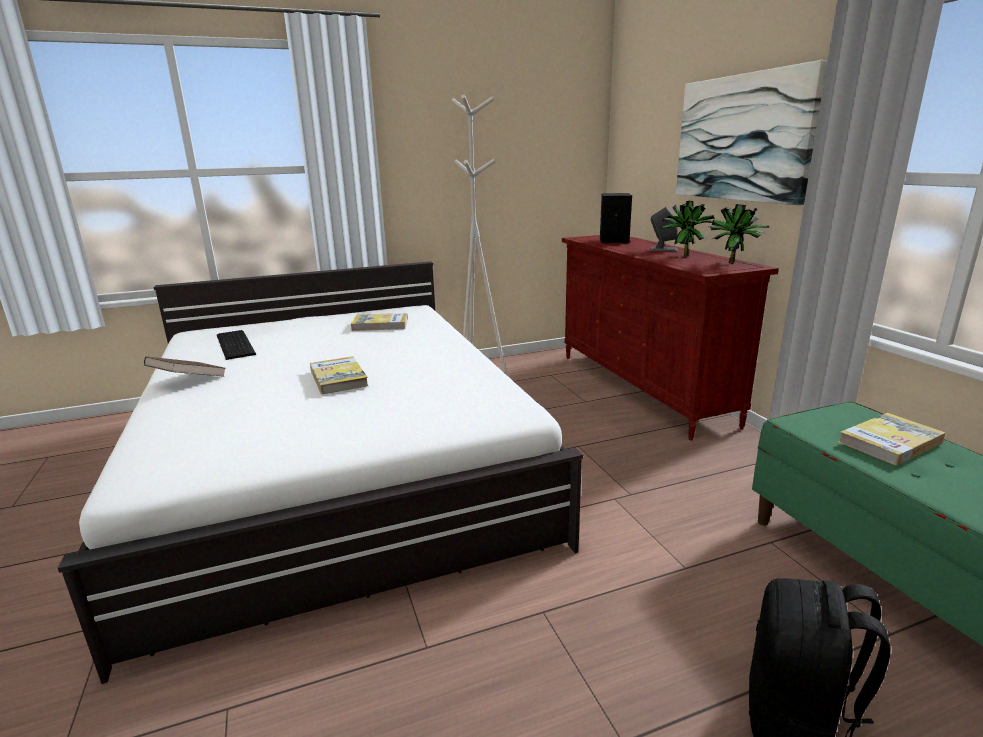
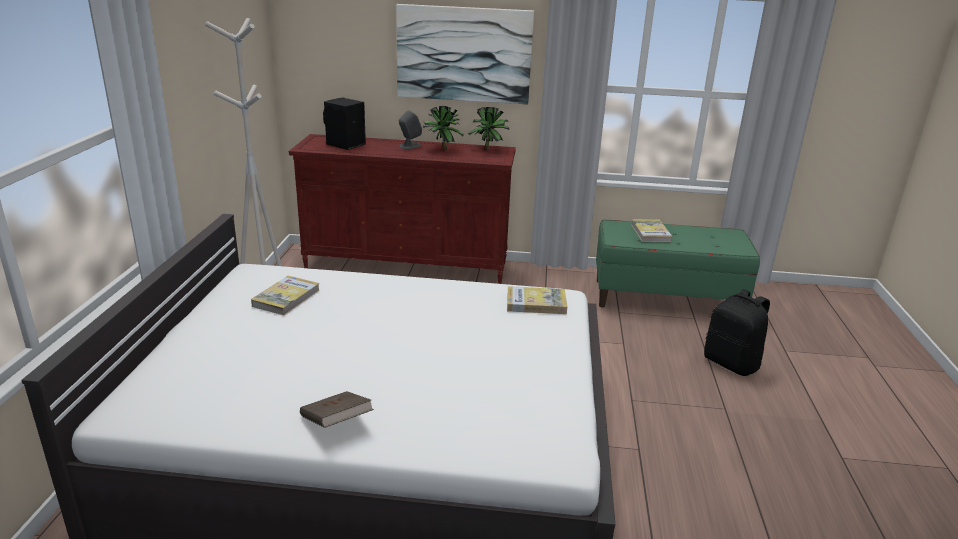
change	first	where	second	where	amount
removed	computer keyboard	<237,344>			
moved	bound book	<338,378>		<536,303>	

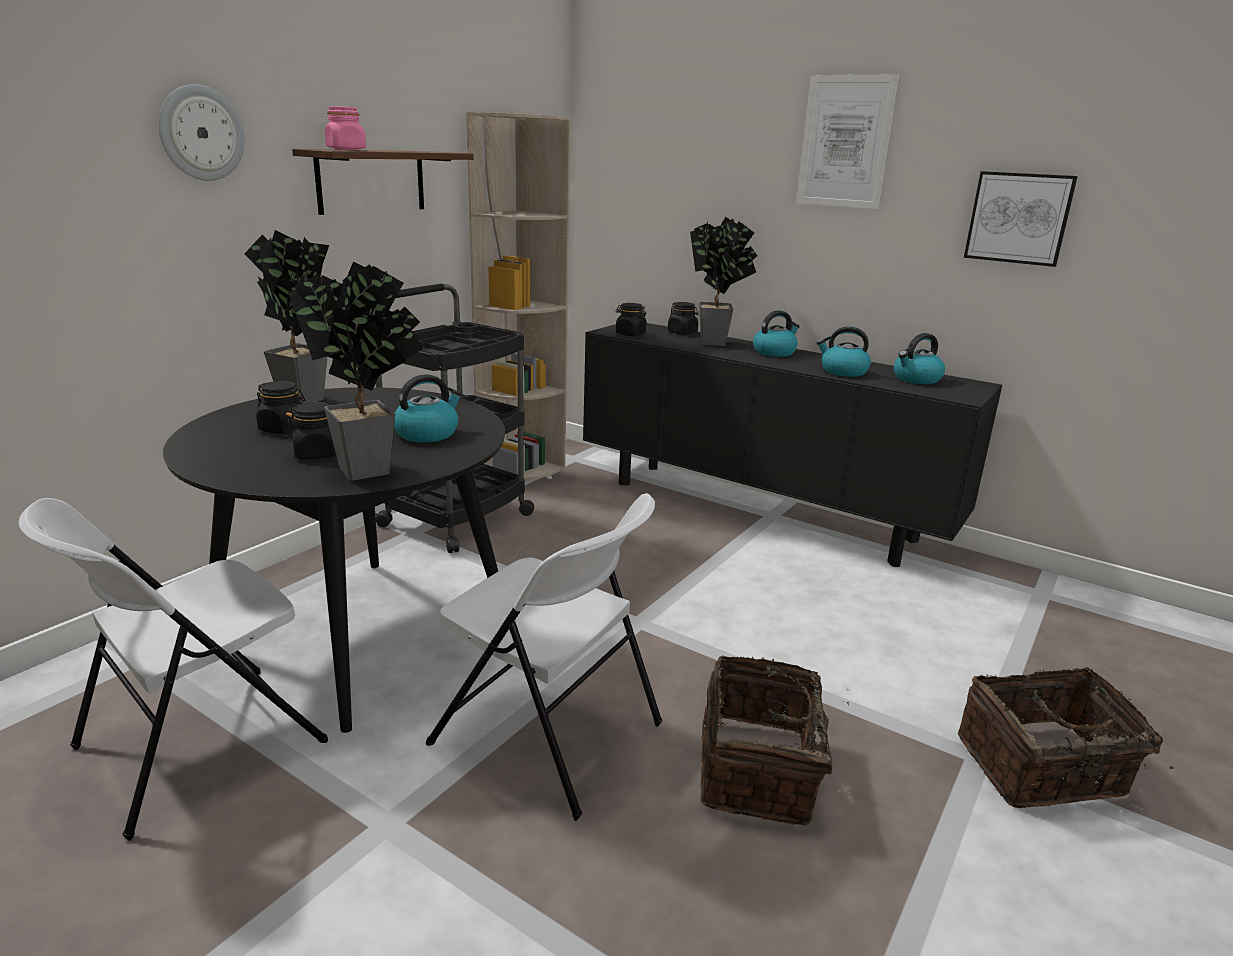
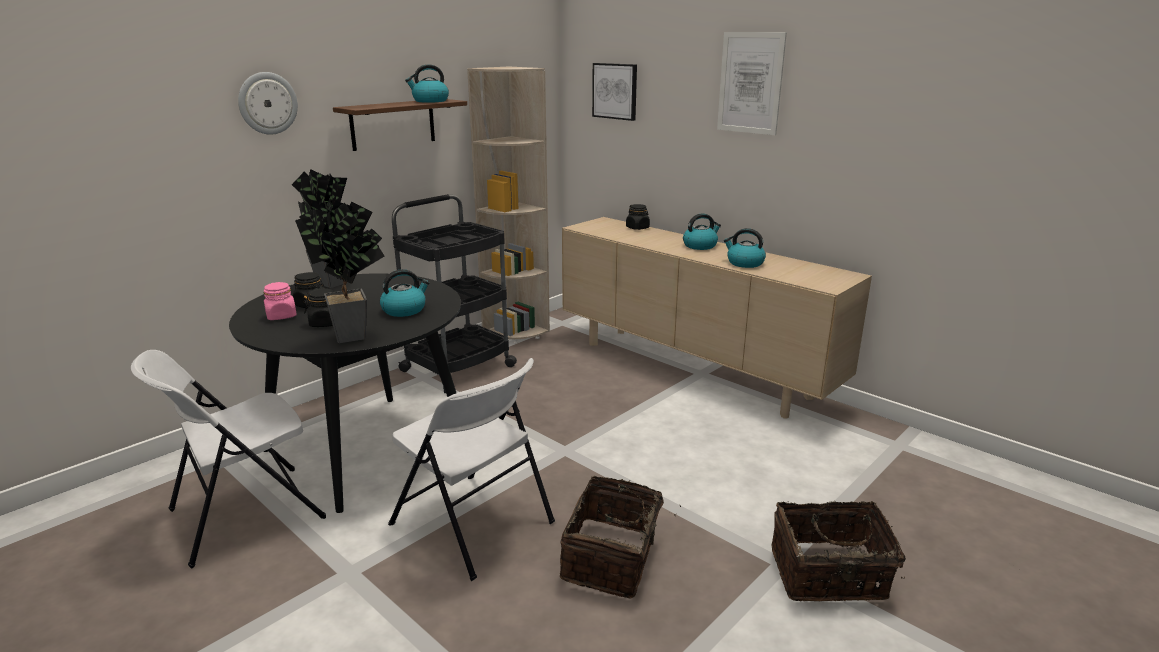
change	first	where	second	where	amount
moved	jar (pink-coloured)	<346,149>		<281,316>	
recoloured	cabinet (black)	<759,510>	cabinet (beige-coloured)	<693,368>	
removed	jar (black)	<630,334>			
removed	potted plant	<717,343>			
moved	tea kettle	<916,379>		<430,101>	
moved	wall picture	<1018,218>		<615,91>	

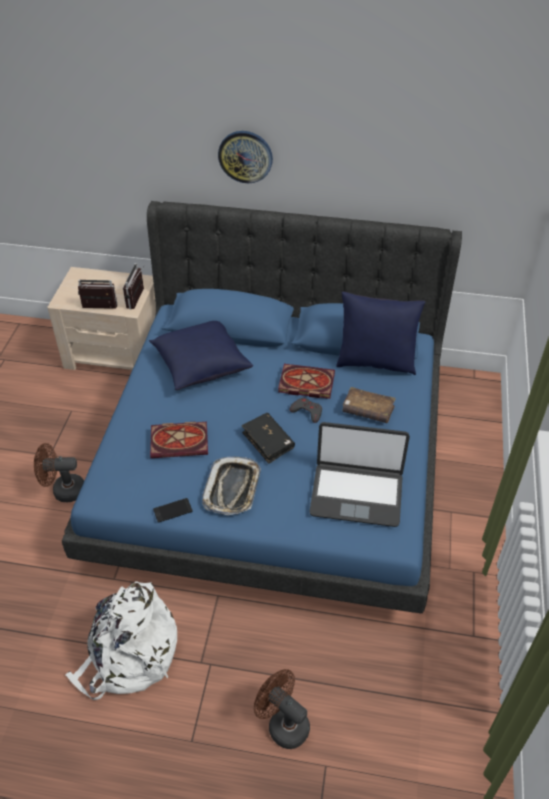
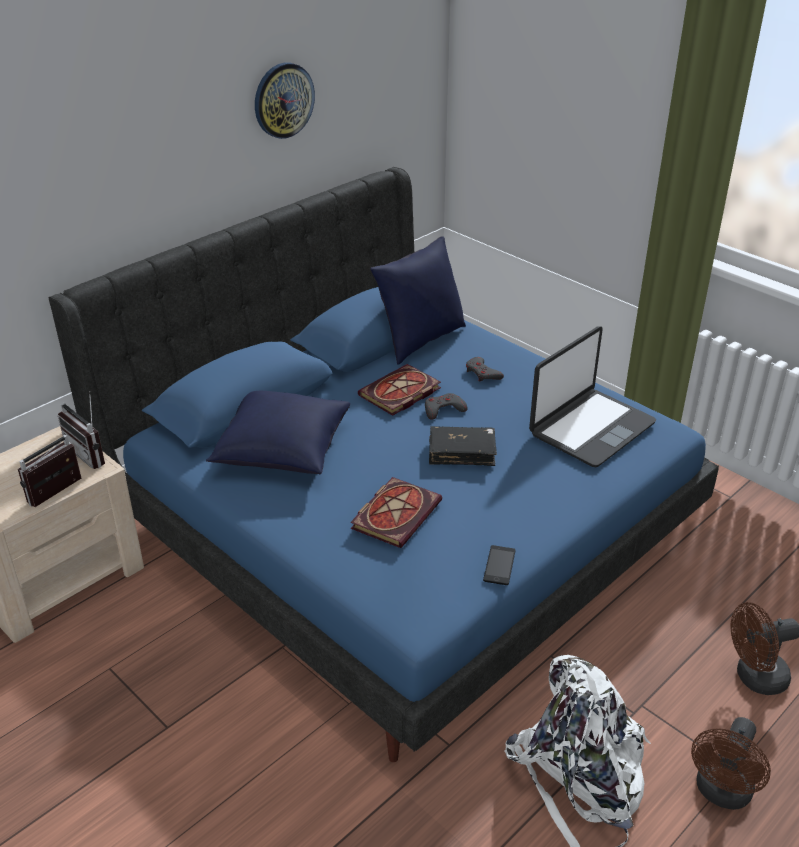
change	first	where	second	where	amount
moved	cooling fan (brown)	<63,490>		<721,793>	
removed	serving tray	<232,489>			
moved	clock on the wall	<245,156>		<283,100>	
replaced	bound book (brown)	<367,410>	joypad (greyish)	<482,373>	

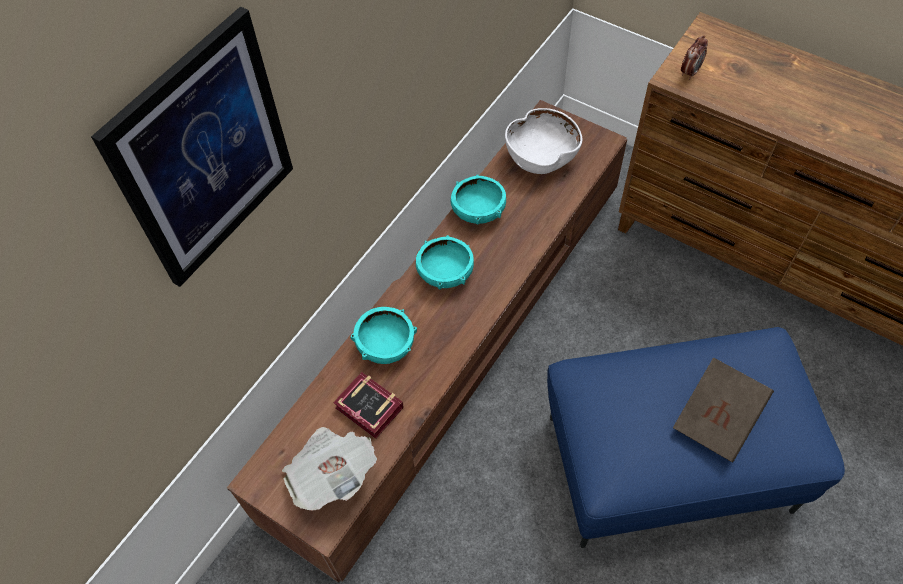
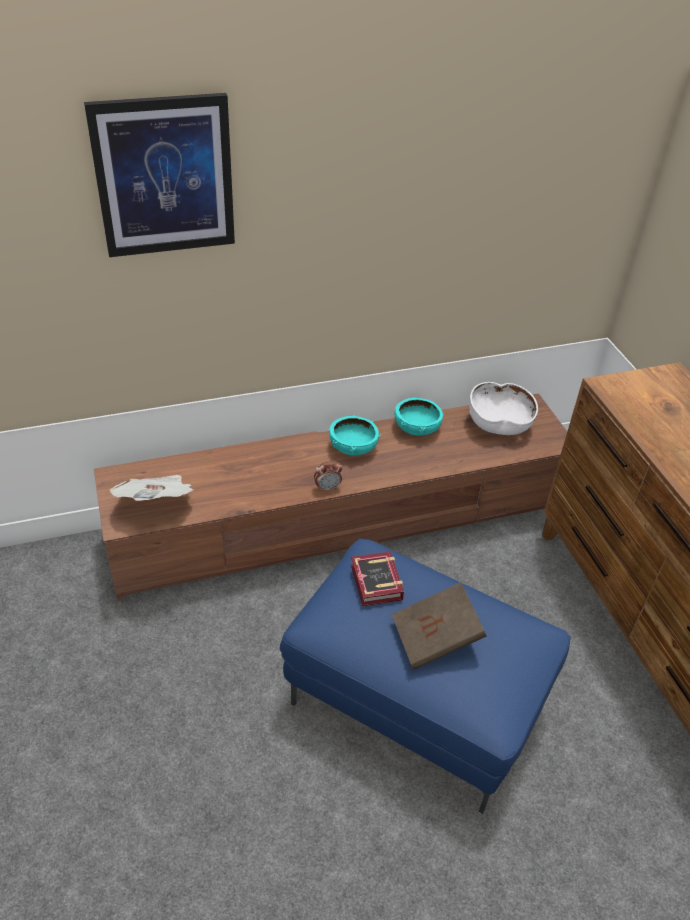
change	first	where	second	where	amount
moved	bound book	<370,410>		<375,585>	
removed	deep dish (blue-green)	<385,345>			
moved	bedside clock	<690,72>		<327,488>	

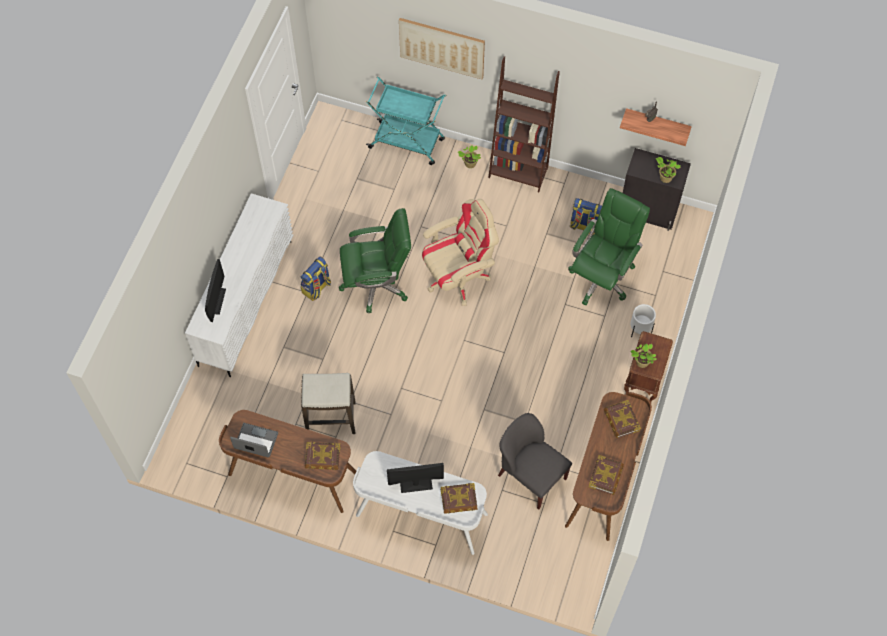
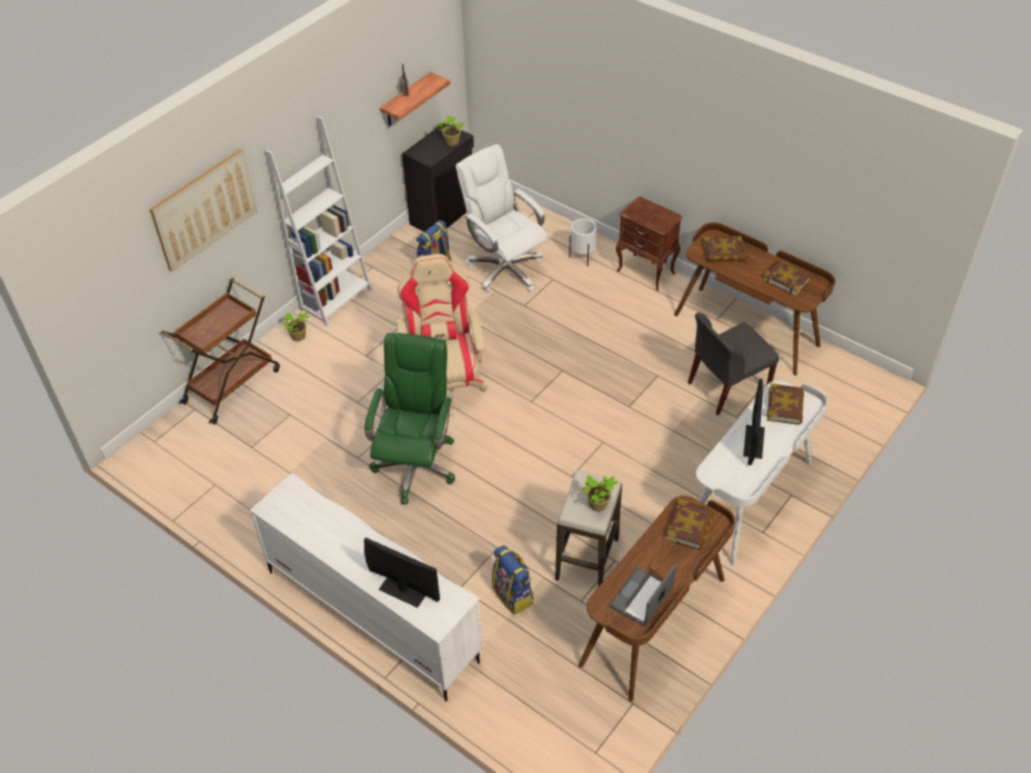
change	first	where	second	where	amount
moved	knapsack	<316,288>		<513,595>	
recoloured	cart (blue-green)	<406,144>	cart (brown)	<233,386>	
recoloured	shelving unit (brown)	<518,172>	shelving unit (white-coloured)	<335,299>	
recoloured	office chair (greenish)	<602,277>	office chair (white-coloured)	<504,269>	
moved	potted plant	<641,362>		<598,505>	

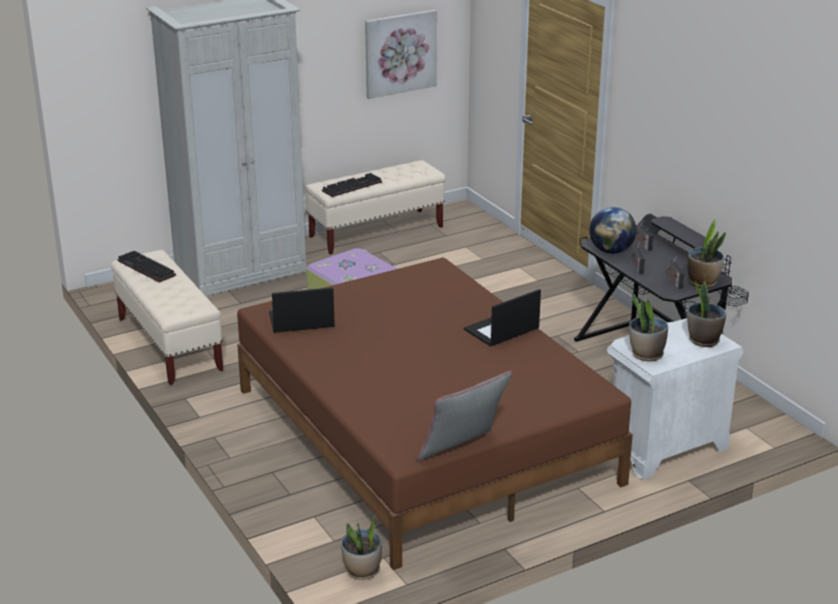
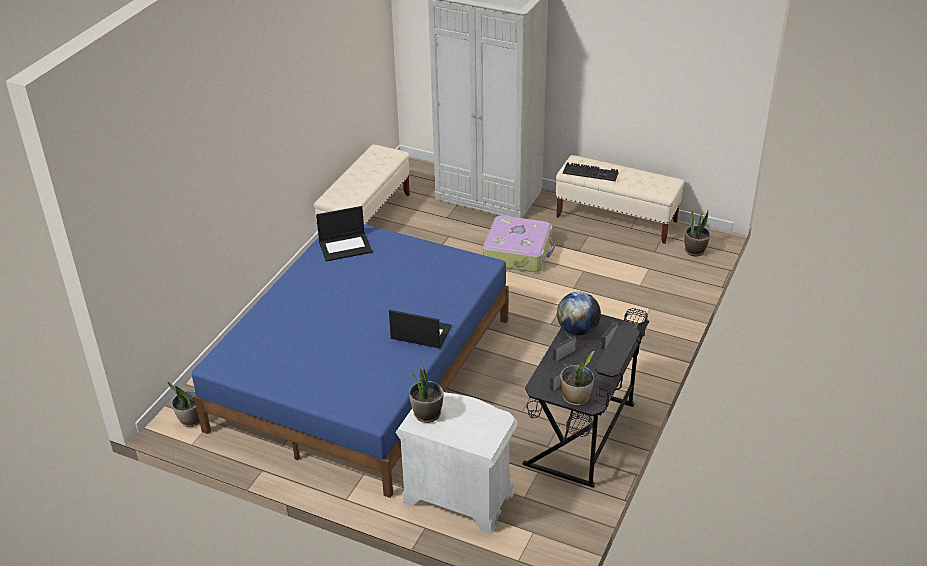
change	first	where	second	where	amount
removed	computer keyboard	<144,268>			
recoloured	sleeping bed (brown)	<423,435>	sleeping bed (bluish)	<362,373>	
turned	notebook computer	<301,320>		<346,246>	120 degrees clockwise
removed	wall picture	<400,53>			
removed	throw pillow (greyish)	<463,453>			
moved	potted plant	<703,340>		<695,250>	

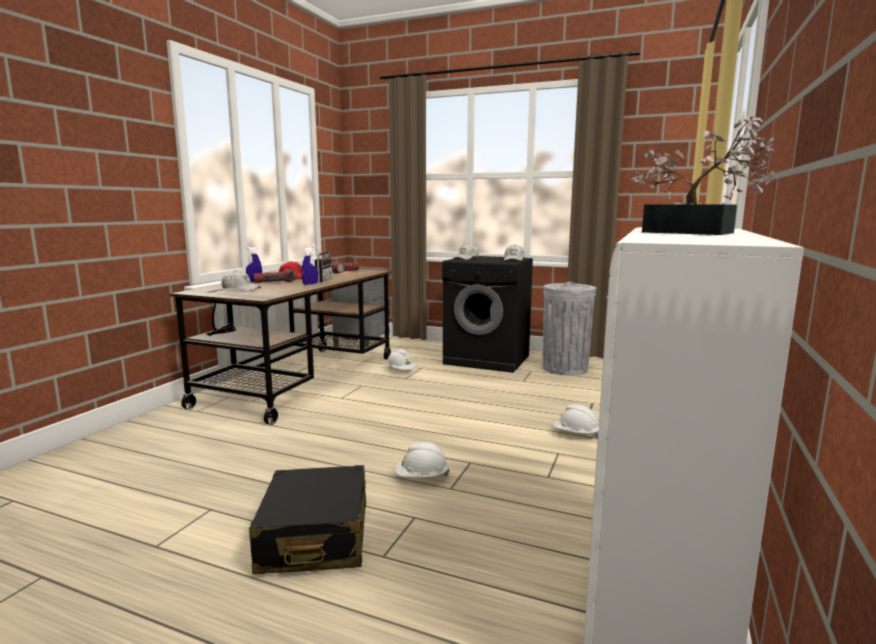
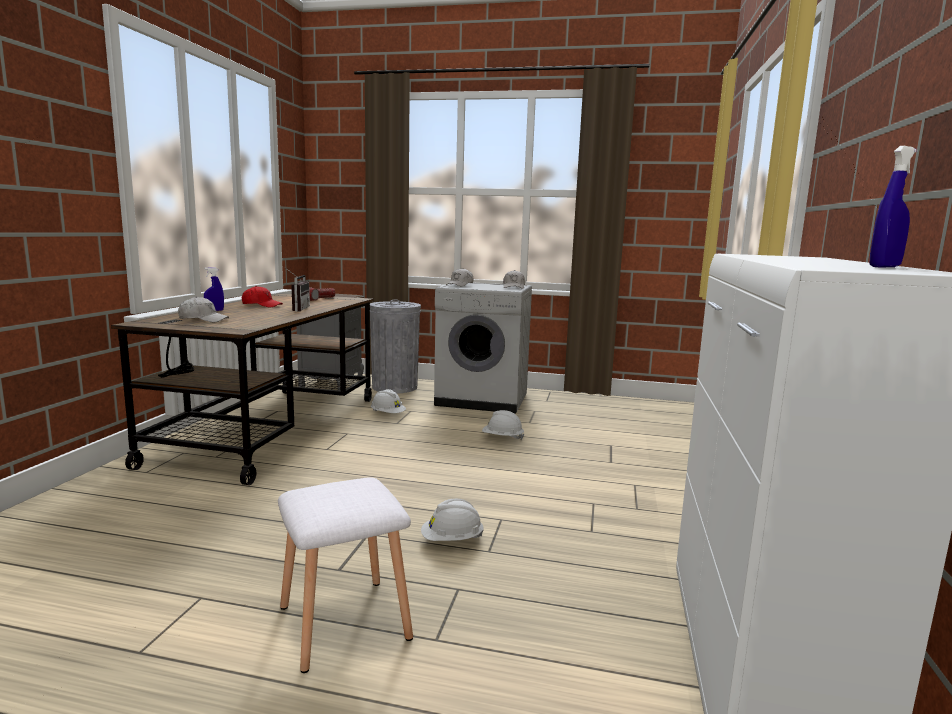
change	first	where	second	where	amount
replaced	travel case (black)	<315,537>	stool seat (white-coloured)	<346,623>	
removed	torch	<275,282>			
moved	sprayer (bluish)	<310,284>		<884,267>	
recoloured	laundry appliance (black)	<486,360>	laundry appliance (white-coloured)	<482,400>	
moved	trash can (greyish)	<565,368>		<395,387>	
moved	work helmet (white-coloured)	<576,434>		<502,438>	
removed	potted plant	<698,233>			

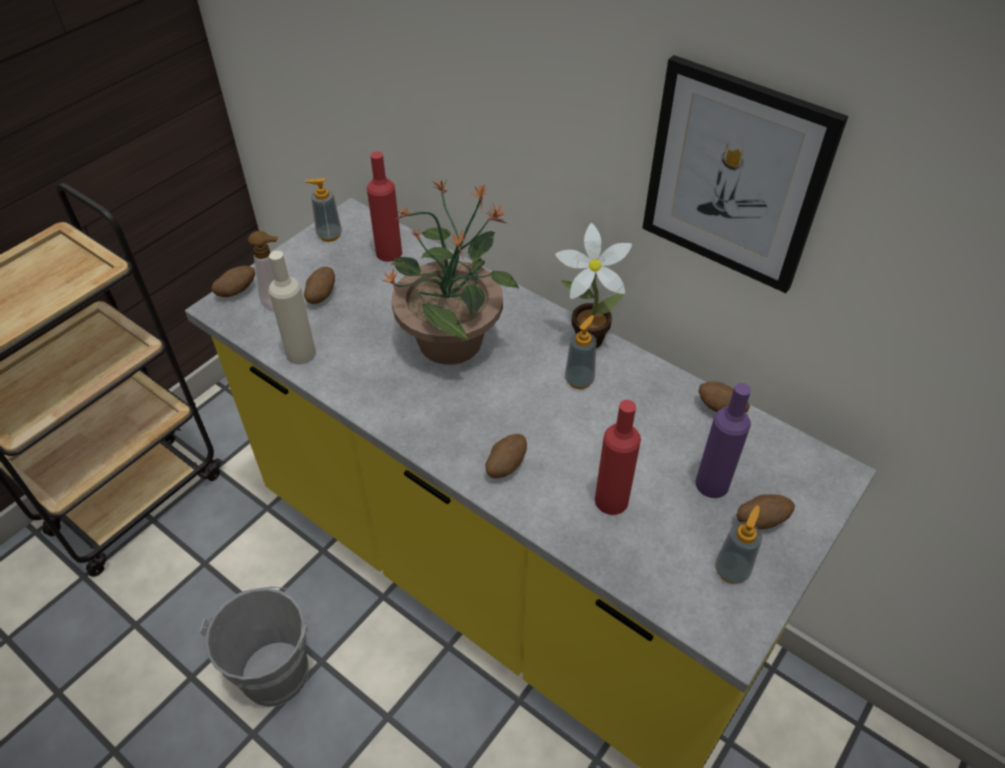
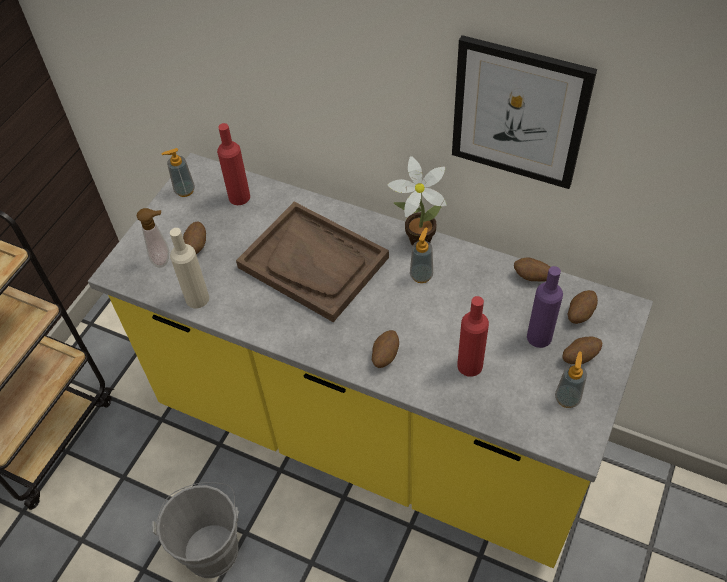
change	first	where	second	where	amount
moved	whole potato	<237,291>		<579,314>	
replaced	potted plant	<452,340>	serving tray (brown)	<313,262>	

